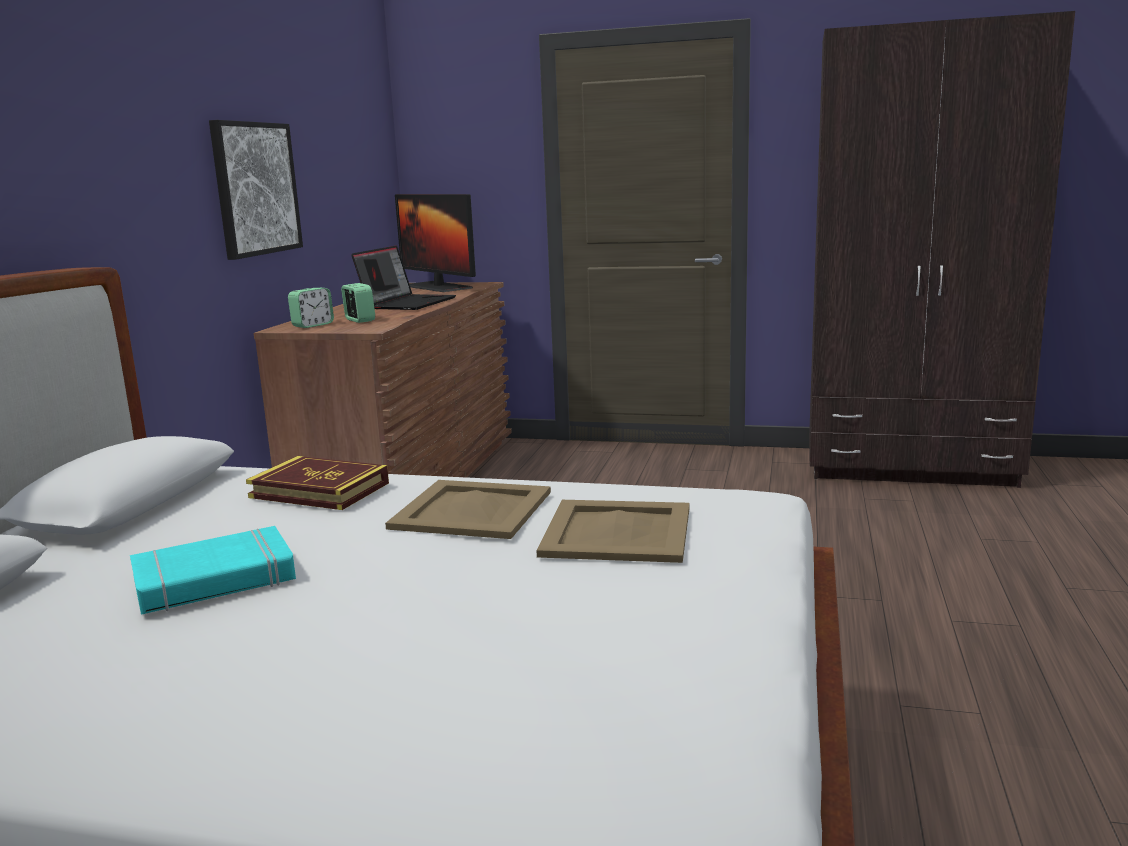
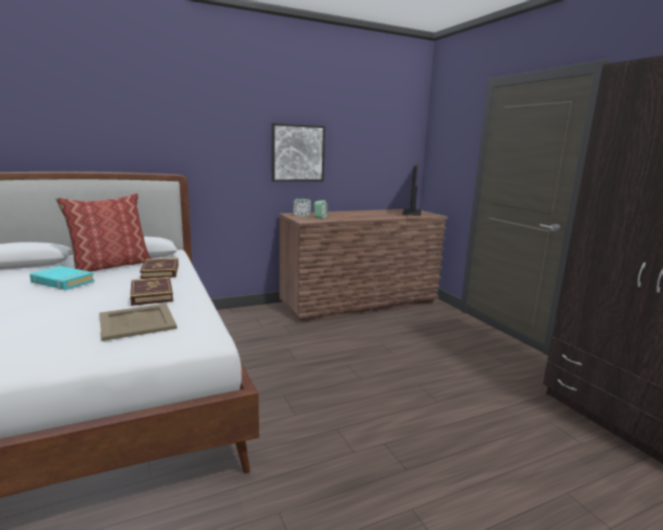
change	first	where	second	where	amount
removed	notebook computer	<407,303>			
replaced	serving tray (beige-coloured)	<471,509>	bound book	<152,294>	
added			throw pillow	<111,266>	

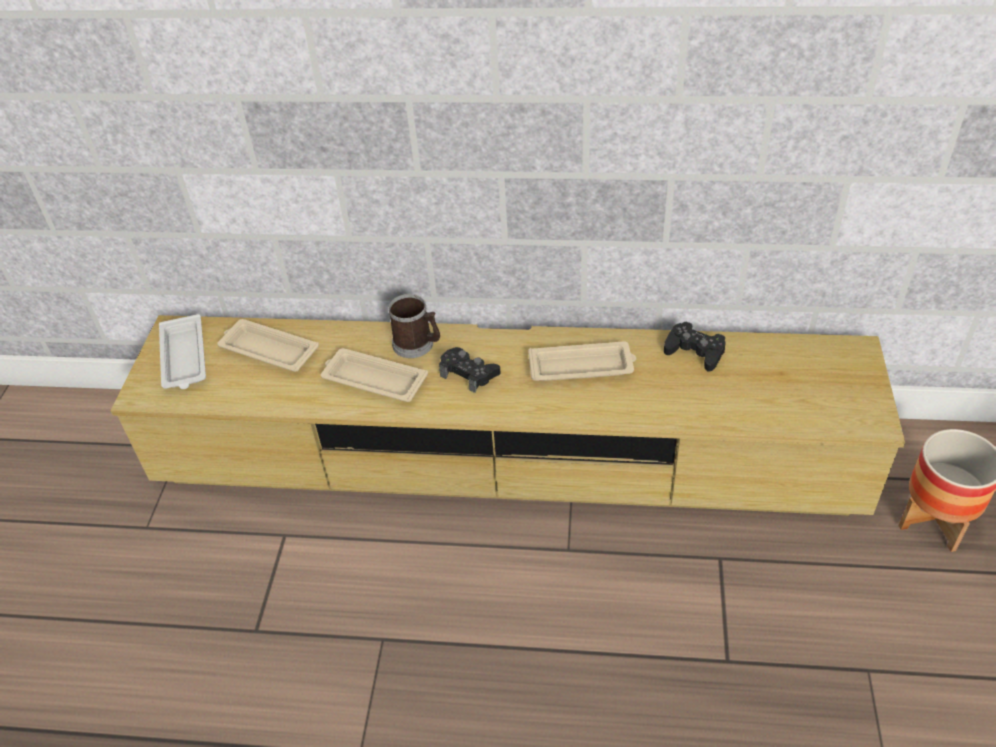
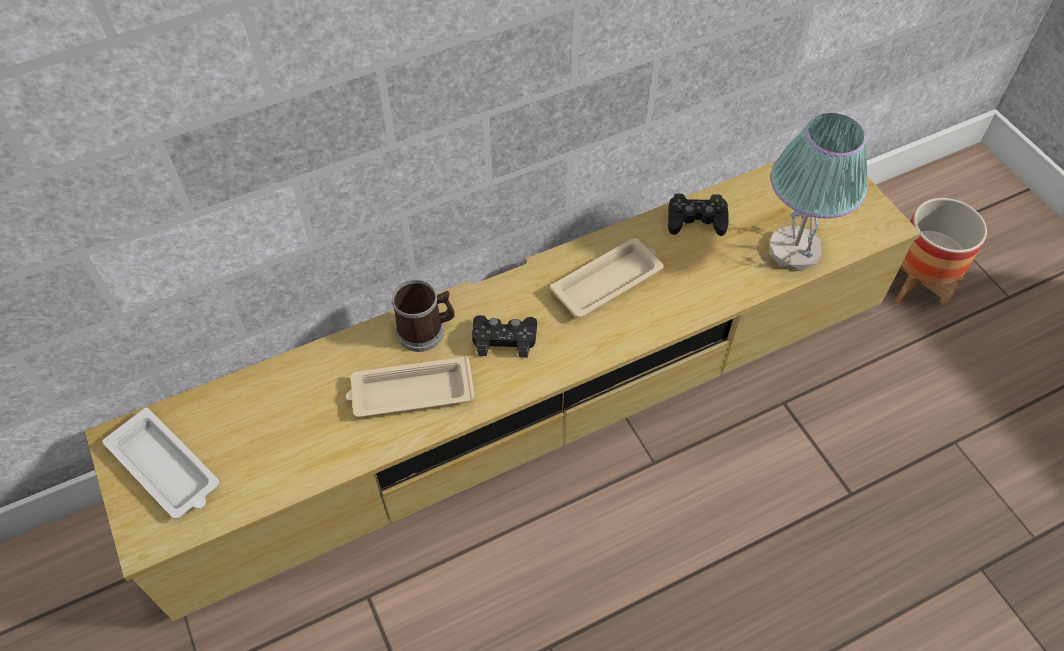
change	first	where	second	where	amount
removed	serving tray (beige-coloured)	<267,350>			
added			tabletop lamp	<795,251>	

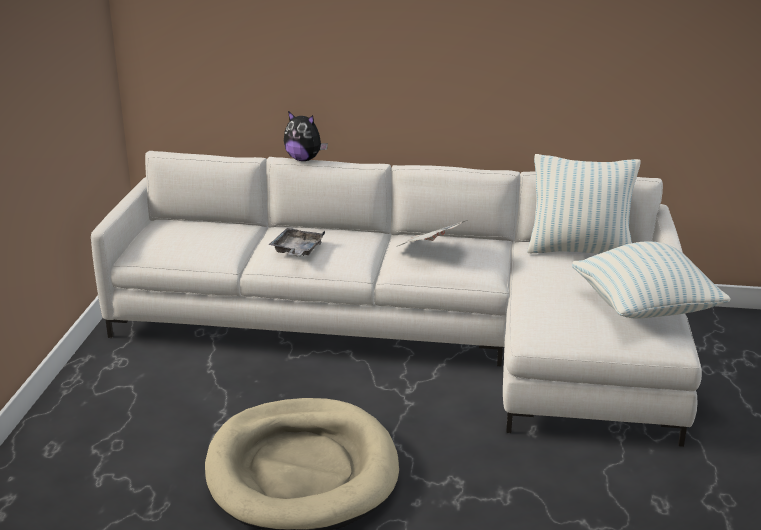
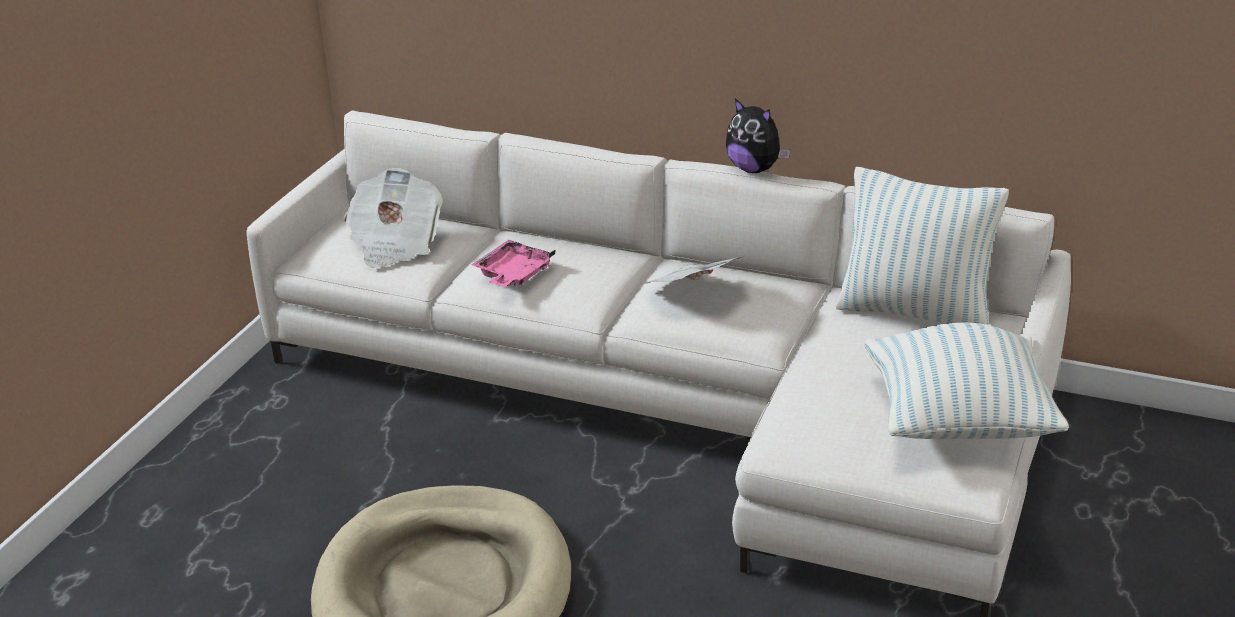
change	first	where	second	where	amount
recoloured	serving tray (greyish)	<297,250>	serving tray (pink-coloured)	<513,275>	
moved	plush toy	<304,159>		<755,169>	
added			newspaper	<395,243>	

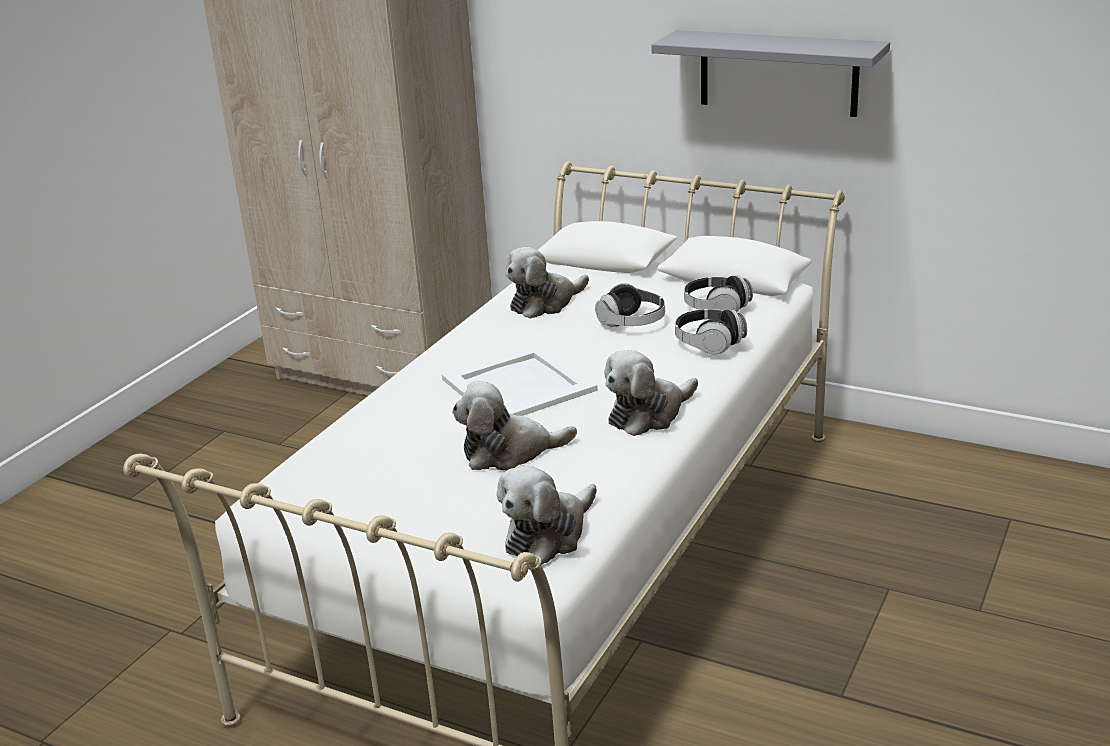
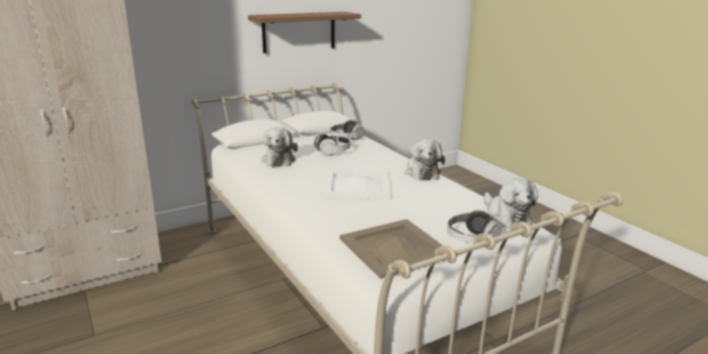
change	first	where	second	where	amount
removed	plush toy	<509,452>			
recoloured	bracket shelf (greyish)	<778,73>	bracket shelf (brown)	<299,32>	
moved	headphones	<709,343>		<471,239>	
added			serving tray (beige-coloured)	<394,248>	

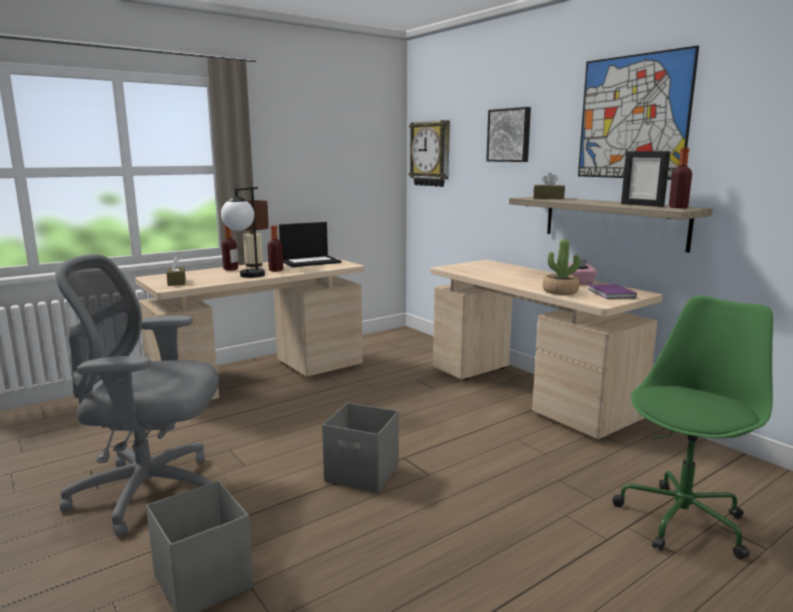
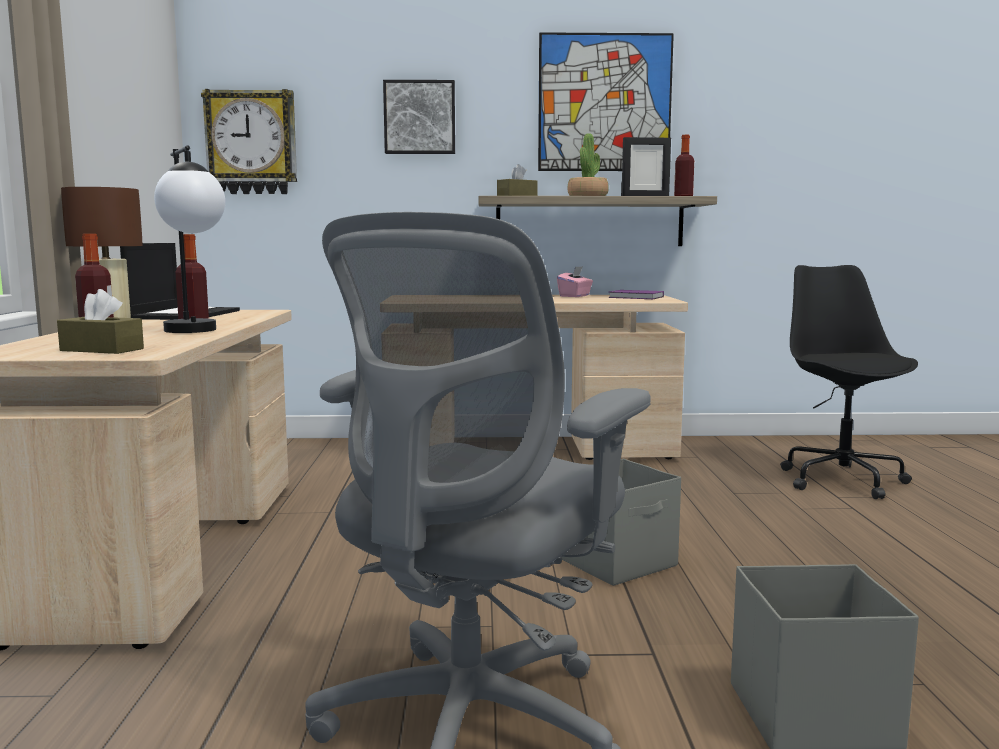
change	first	where	second	where	amount
moved	potted plant	<560,291>		<587,196>	
recoloured	office chair (greenish)	<682,520>	office chair (black)	<840,480>	

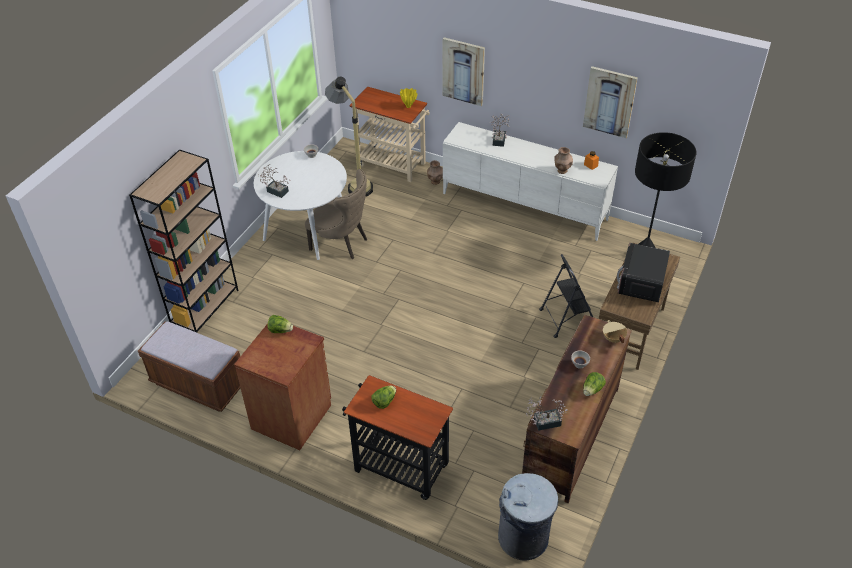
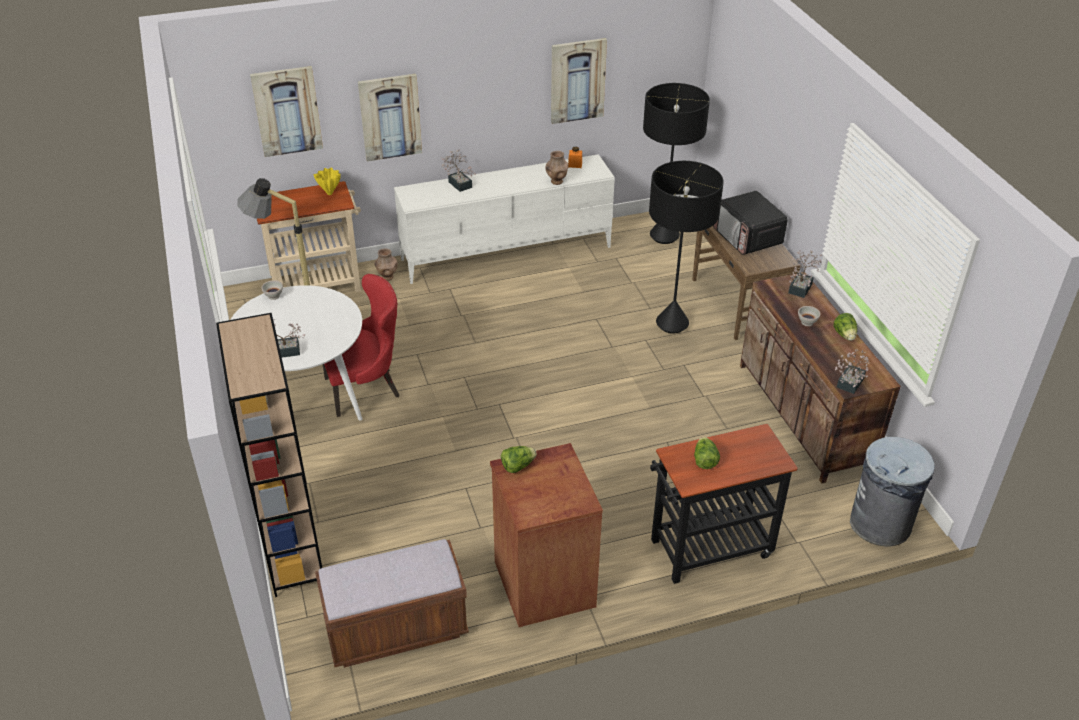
change	first	where	second	where	amount
recoloured	plain chair (beige-coloured)	<342,243>	plain chair (red-coloured)	<365,389>	
replaced	step ladder (black)	<566,318>	standing lamp (black)	<672,325>	
replaced	cooking pot (beige-coloured)	<613,339>	potted plant	<801,287>	
added			wall picture	<287,111>	

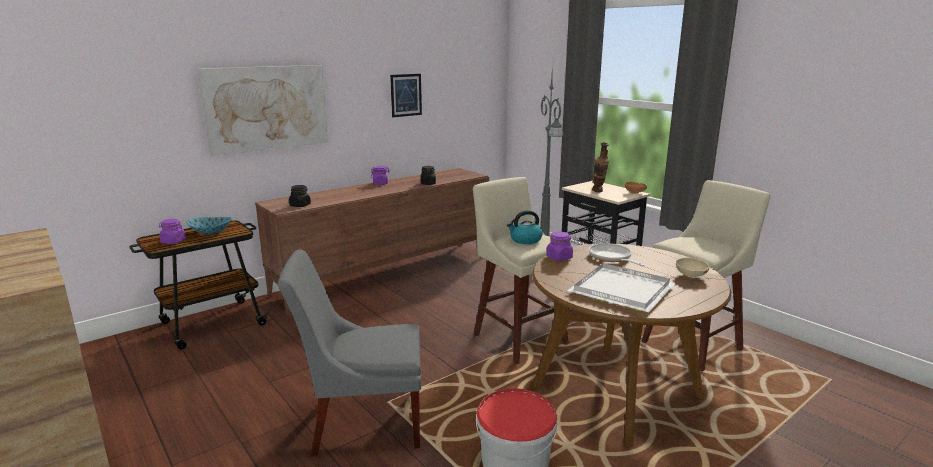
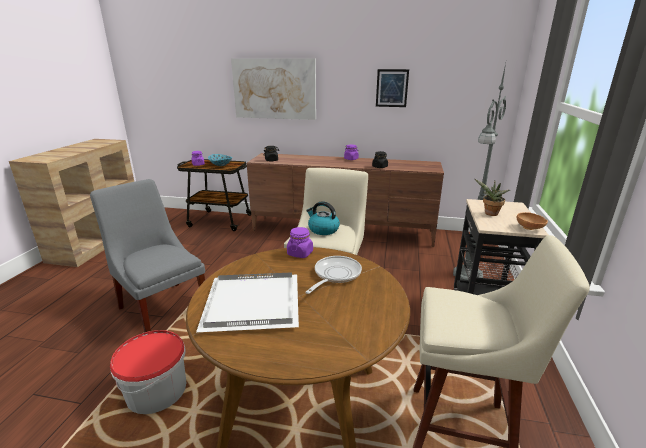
change	first	where	second	where	amount
replaced	vase	<598,192>	potted plant	<490,214>	
removed	deep dish (beige-coloured)	<690,276>			

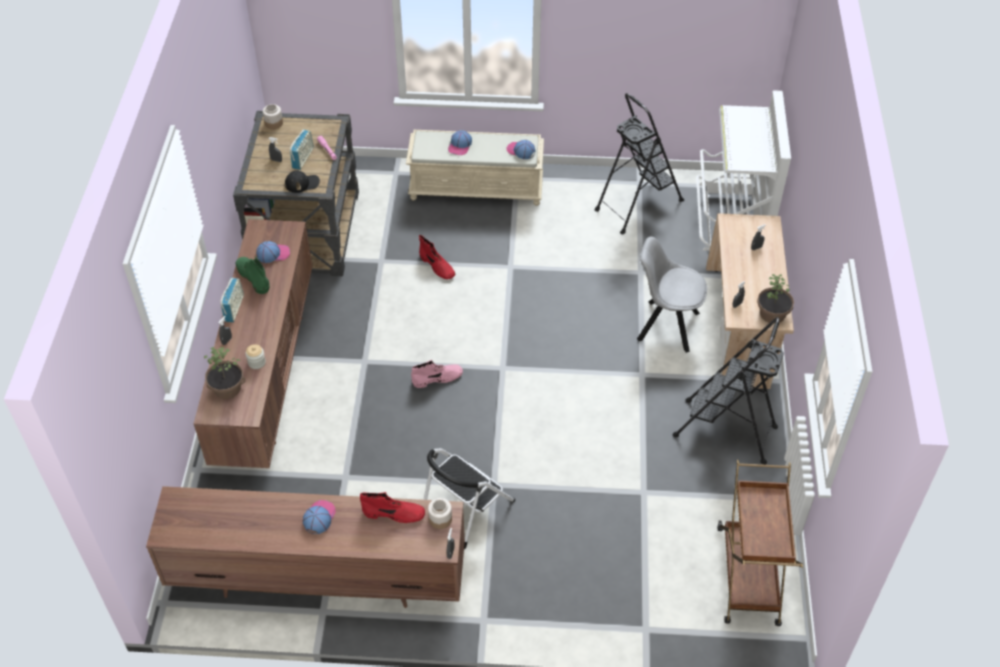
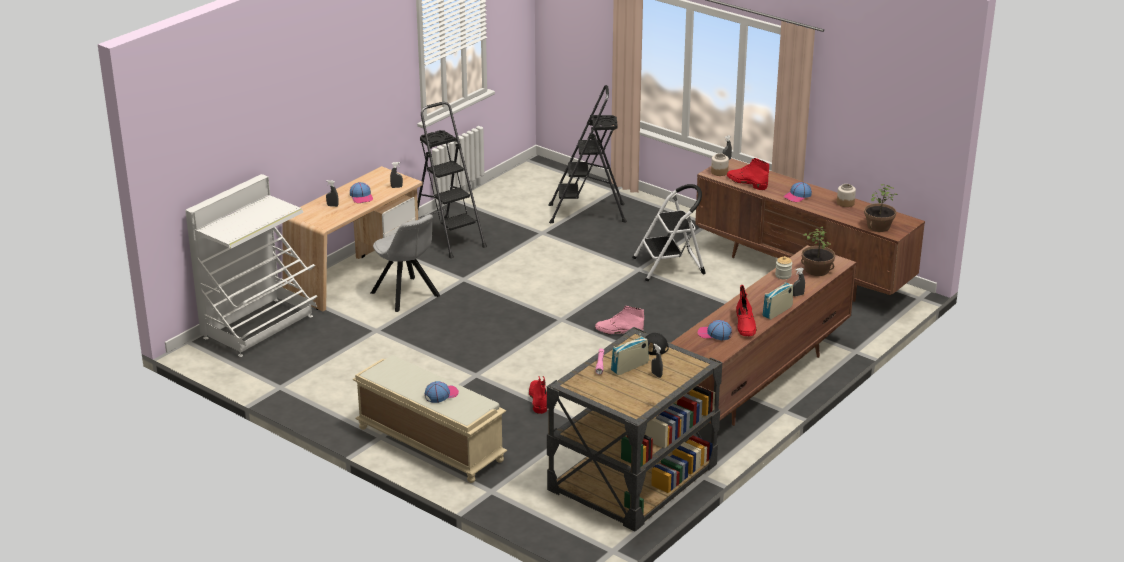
change	first	where	second	where	amount
recoloured	high-top boot (greenish)	<252,277>	high-top boot (red-coloured)	<745,325>	
moved	jar	<274,123>		<845,203>	
moved	baseball cap	<520,151>		<361,197>	
moved	step ladder	<638,205>		<588,213>	
removed	cart (brown)	<747,577>			
moved	potted plant	<772,314>		<878,226>	

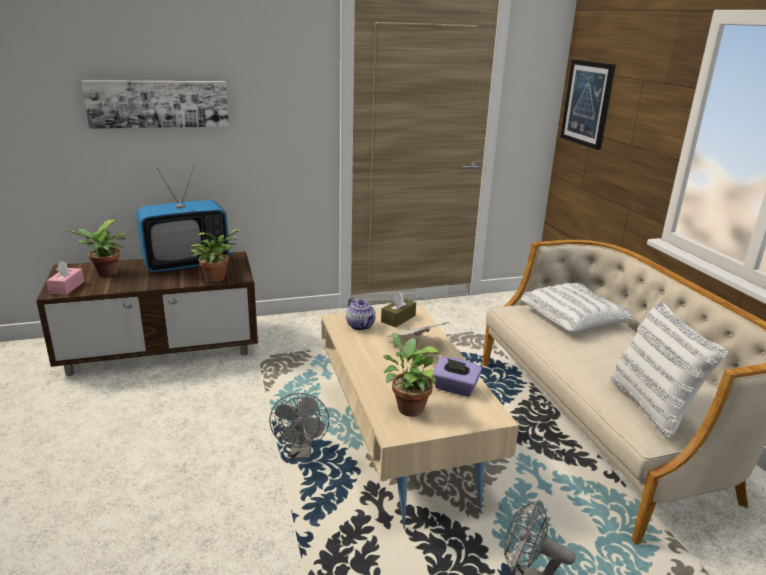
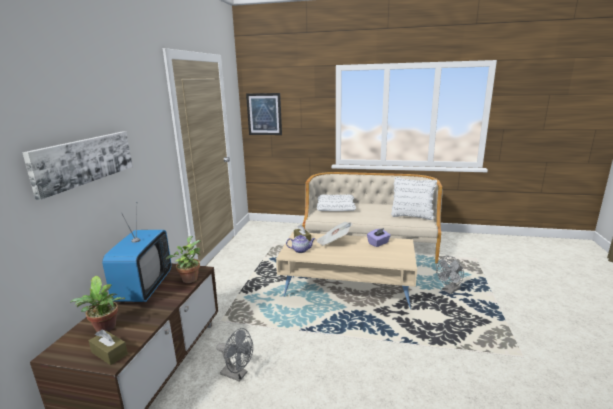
change	first	where	second	where	amount
recoloured	tissue holder (pink-coloured)	<67,287>	tissue holder (brown)	<109,353>	
moved	cooling fan (greyish)	<301,453>		<237,374>	
removed	potted plant	<407,407>			

